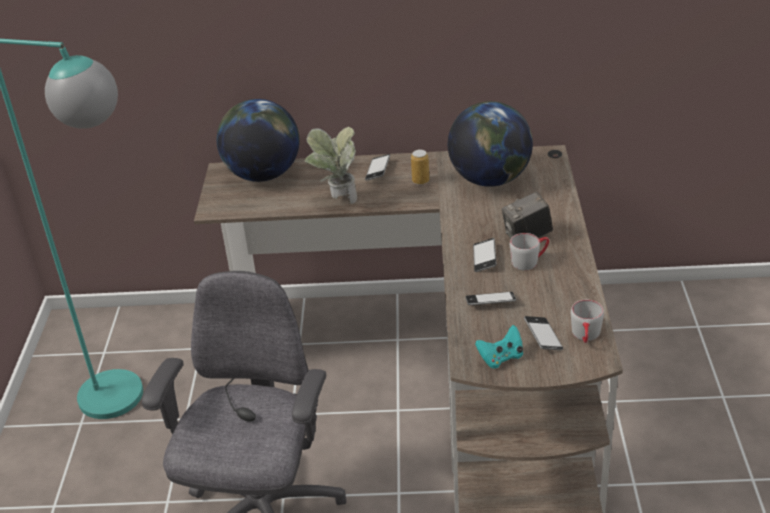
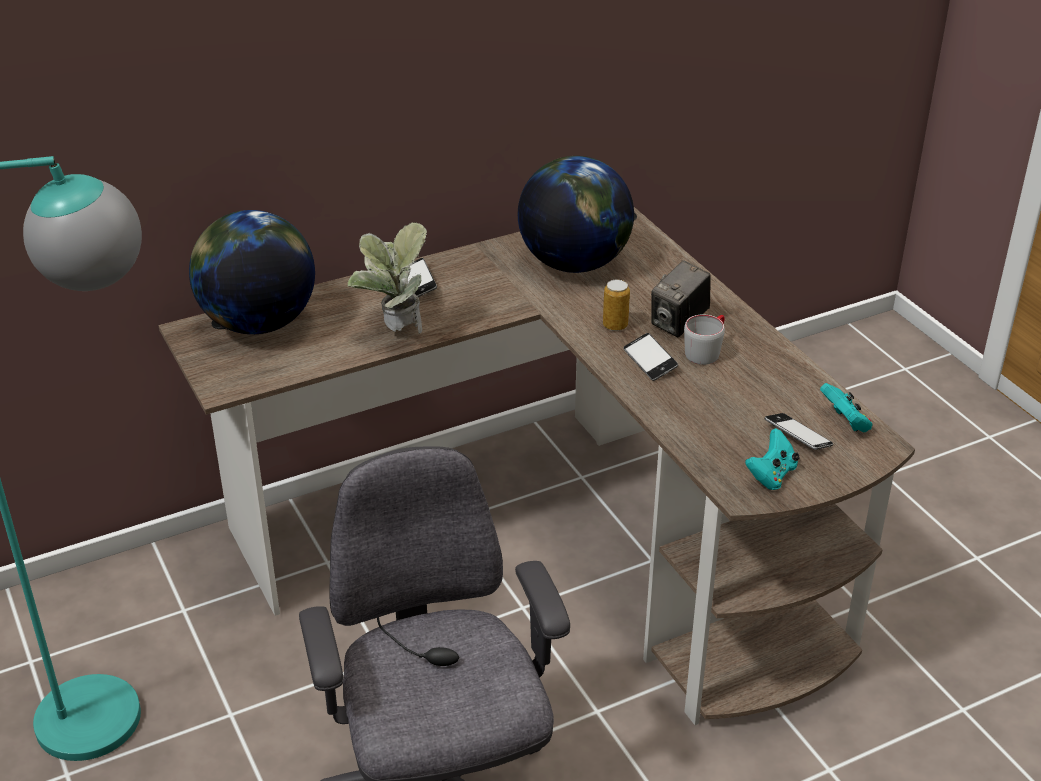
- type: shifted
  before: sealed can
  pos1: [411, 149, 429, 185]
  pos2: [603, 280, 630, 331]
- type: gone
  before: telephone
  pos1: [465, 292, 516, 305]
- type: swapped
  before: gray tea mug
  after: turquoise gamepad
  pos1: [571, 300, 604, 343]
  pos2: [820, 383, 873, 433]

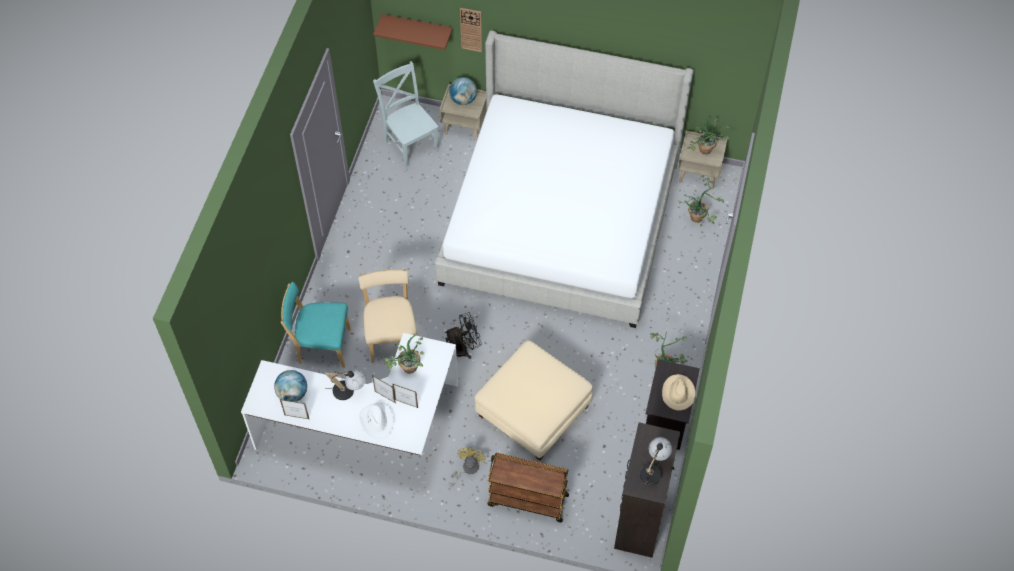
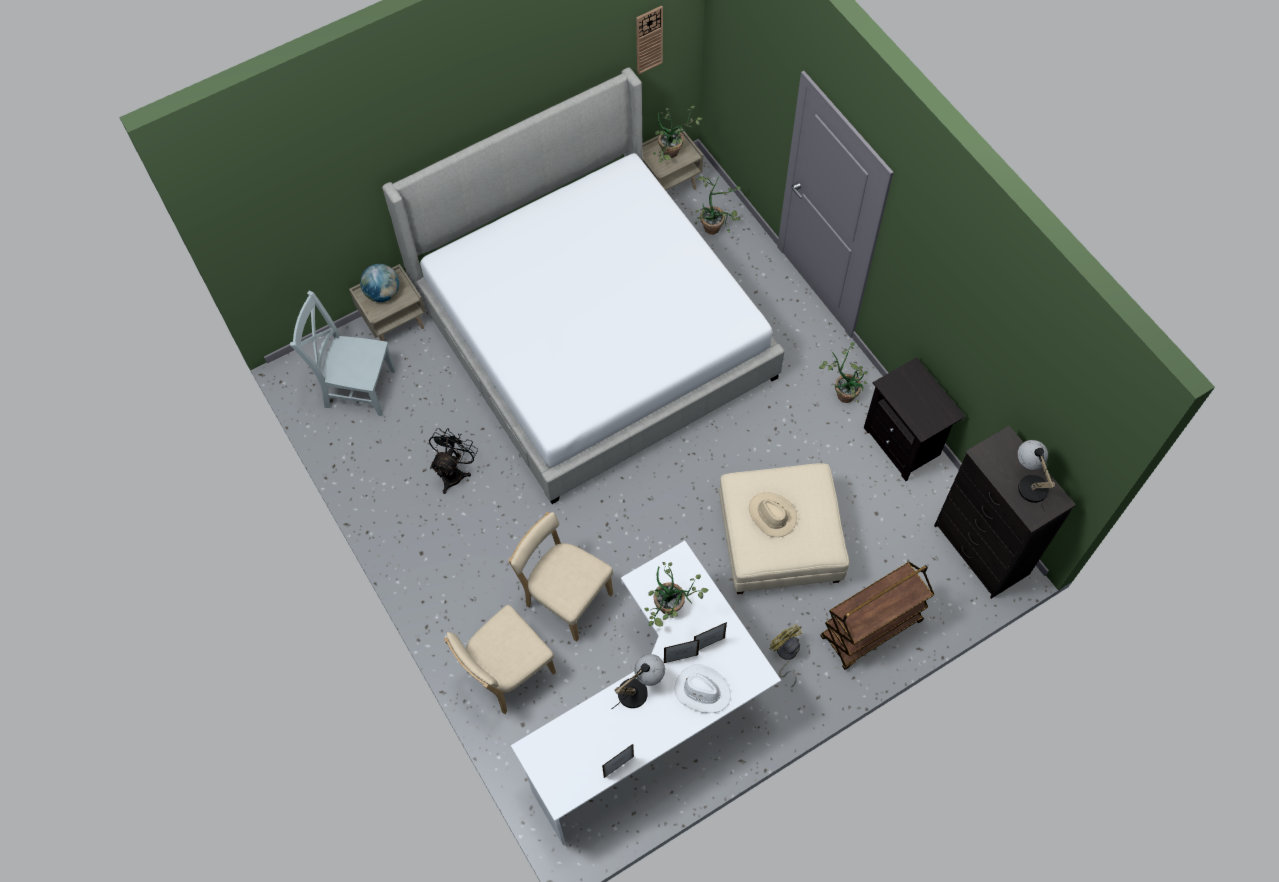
- type: shifted
  before: wall clock
  pos1: [460, 8, 482, 52]
  pos2: [636, 6, 663, 75]
- type: gone
  before: brown-coloured wall shelf
  pos1: [374, 14, 453, 50]
- type: repainted
  before: turquoise chair
  after: beige chair
  pos1: [281, 282, 351, 368]
  pos2: [444, 605, 556, 714]
- type: shifted
  before: black electric fan
  pos1: [445, 312, 481, 359]
  pos2: [429, 428, 478, 494]
- type: gone
  before: world globe
  pos1: [274, 370, 307, 402]
- type: shifted
  before: beige clothing hat
  pos1: [662, 374, 695, 411]
  pos2: [749, 492, 797, 537]

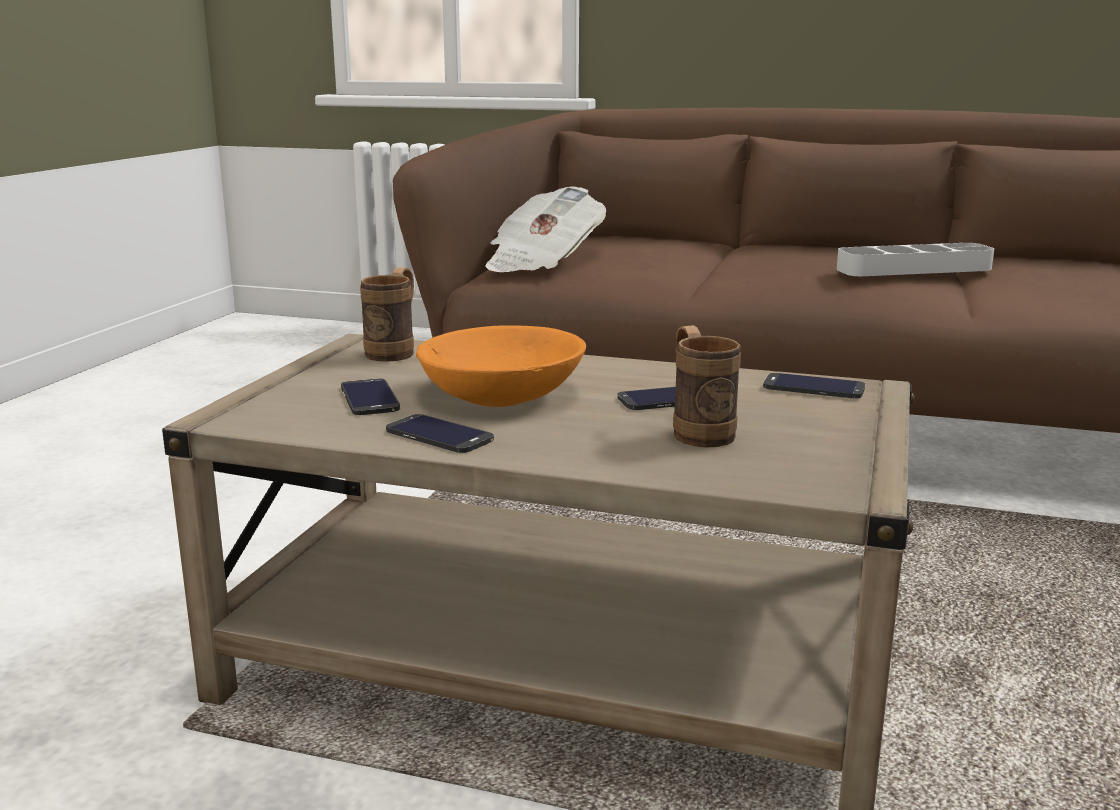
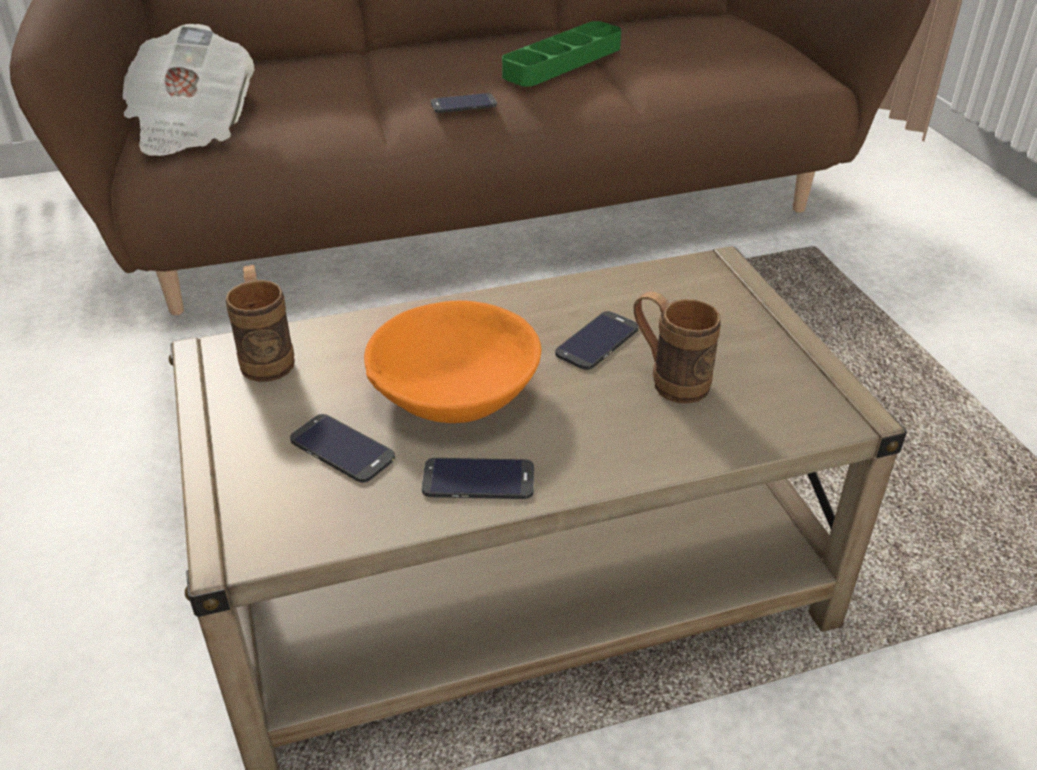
- type: repainted
  before: gray carrying tray
  after: green-coloured carrying tray
  pos1: [837, 243, 994, 276]
  pos2: [502, 21, 621, 86]
- type: shifted
  before: telephone
  pos1: [763, 373, 865, 398]
  pos2: [431, 93, 497, 113]

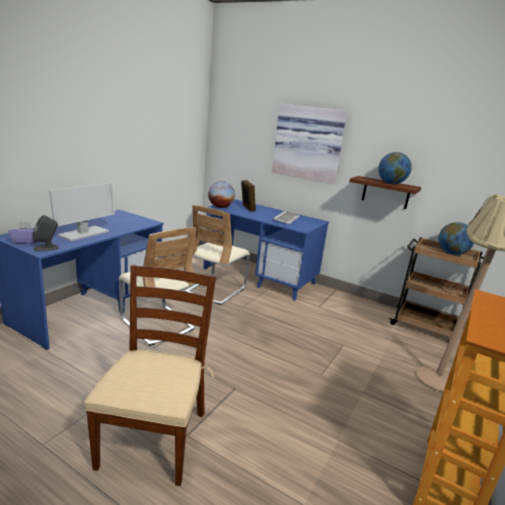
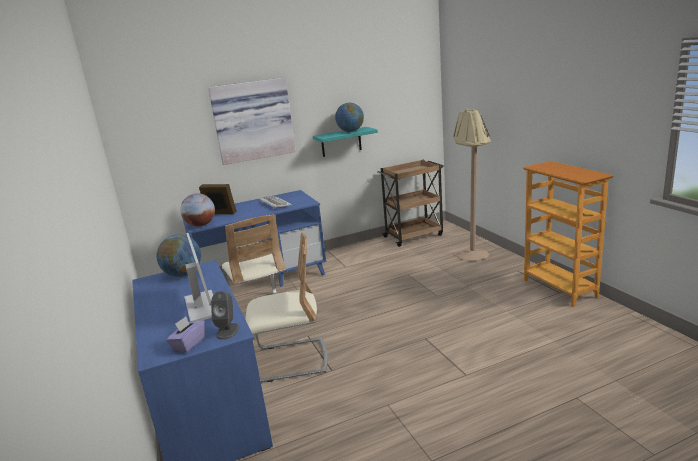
- type: repainted
  before: brown-coloured wall shelf
  after: turquoise wall shelf
  pos1: [349, 176, 421, 209]
  pos2: [313, 127, 378, 157]
- type: shifted
  before: world globe
  pos1: [438, 222, 474, 255]
  pos2: [156, 234, 201, 277]
- type: gone
  before: brown-coloured chair
  pos1: [84, 265, 216, 486]

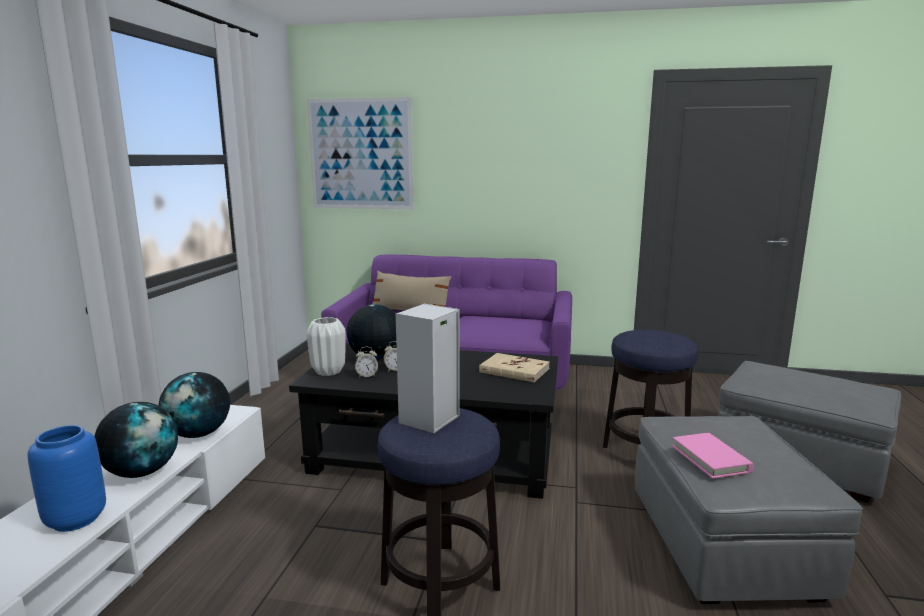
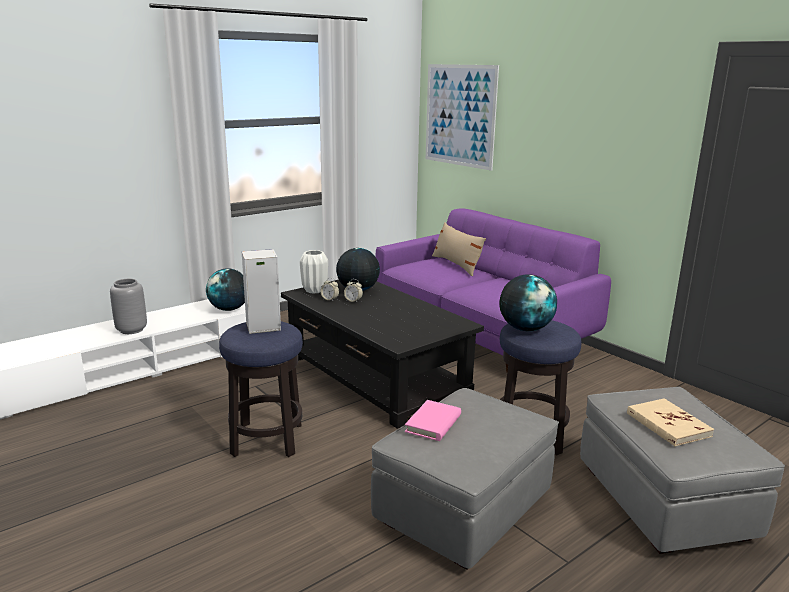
- type: shifted
  before: beige bound book
  pos1: [479, 353, 550, 383]
  pos2: [627, 398, 714, 446]
- type: shifted
  before: world globe
  pos1: [94, 402, 178, 478]
  pos2: [499, 274, 557, 331]
- type: repainted
  before: blue flower vase
  after: gray flower vase
  pos1: [27, 425, 106, 532]
  pos2: [110, 279, 147, 334]

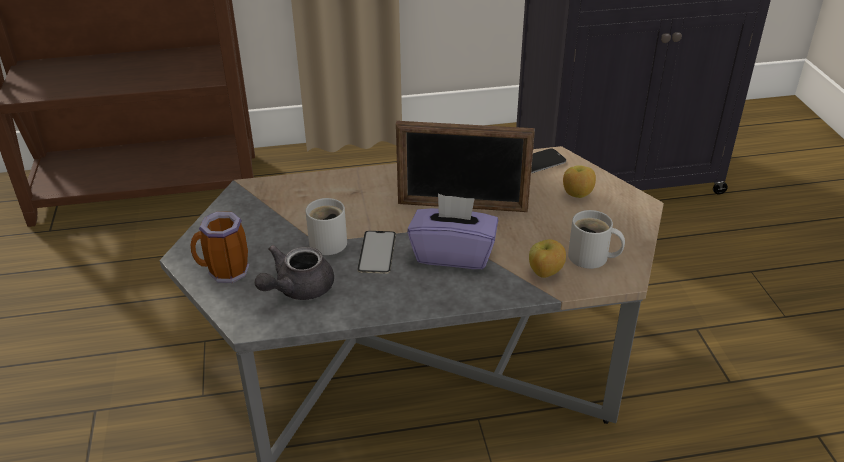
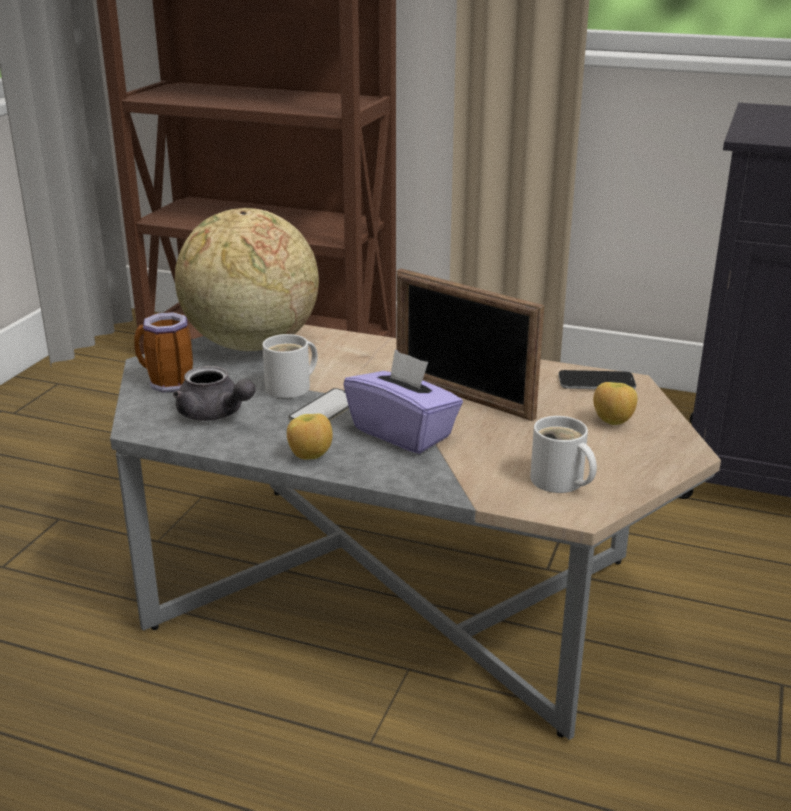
- type: shifted
  before: apple
  pos1: [529, 239, 566, 278]
  pos2: [287, 414, 333, 460]
- type: rotated
  before: gray tea pot
  pos1: [255, 245, 334, 300]
  pos2: [173, 366, 256, 421]
  turn: -120
- type: new
  after: world globe
  pos2: [175, 208, 319, 351]

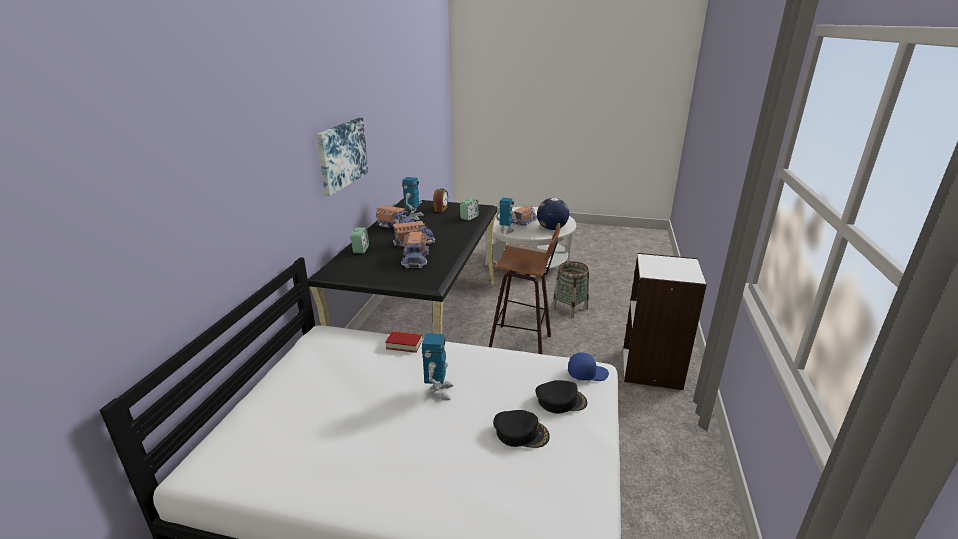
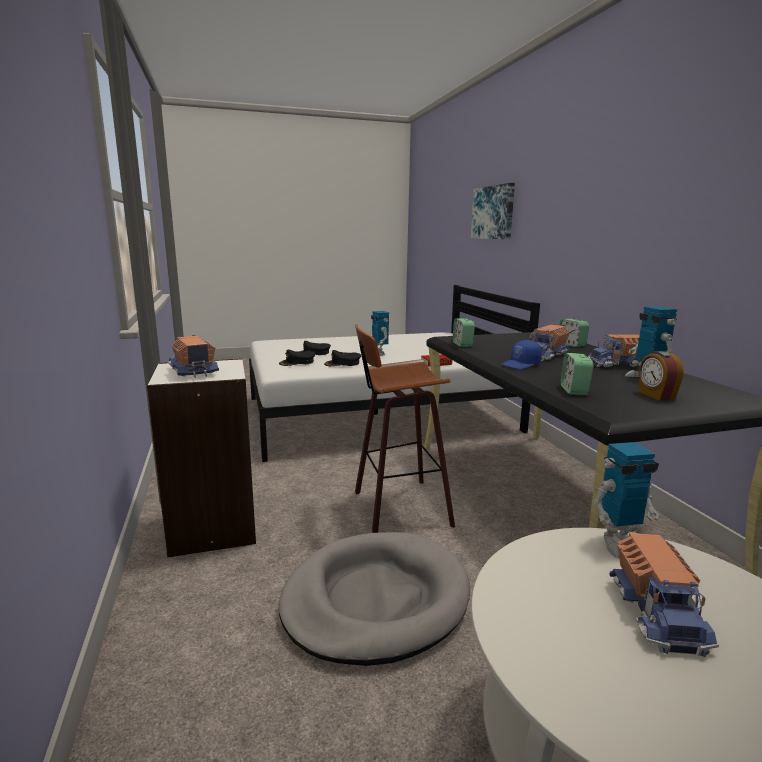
- type: shifted
  before: wall art
  pos1: [316, 118, 368, 196]
  pos2: [471, 183, 515, 239]
- type: gone
  before: world globe
  pos1: [537, 198, 569, 230]
- type: shifted
  before: toy truck
  pos1: [401, 232, 429, 268]
  pos2: [168, 335, 219, 378]
- type: swapped
  before: basket
  after: gray dog bed
  pos1: [552, 261, 589, 318]
  pos2: [279, 532, 470, 666]
- type: shifted
  before: blue cap
  pos1: [568, 352, 609, 381]
  pos2: [501, 340, 542, 369]
- type: new
  after: bedside clock
  pos2: [452, 318, 475, 347]
- type: new
  after: black cap
  pos2: [324, 350, 361, 366]

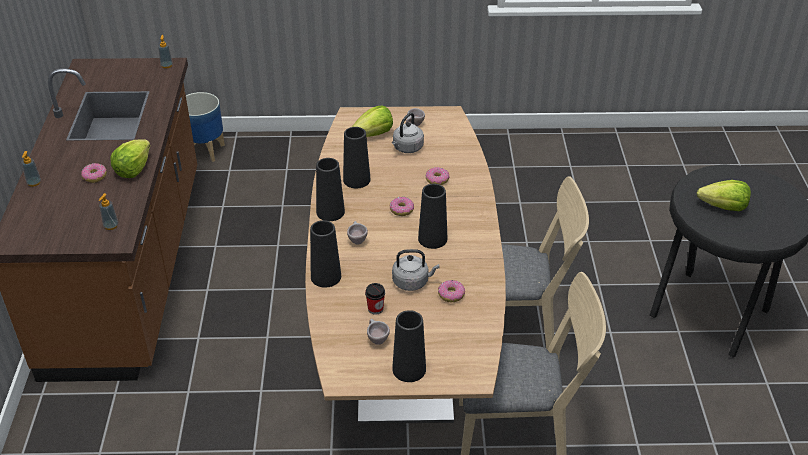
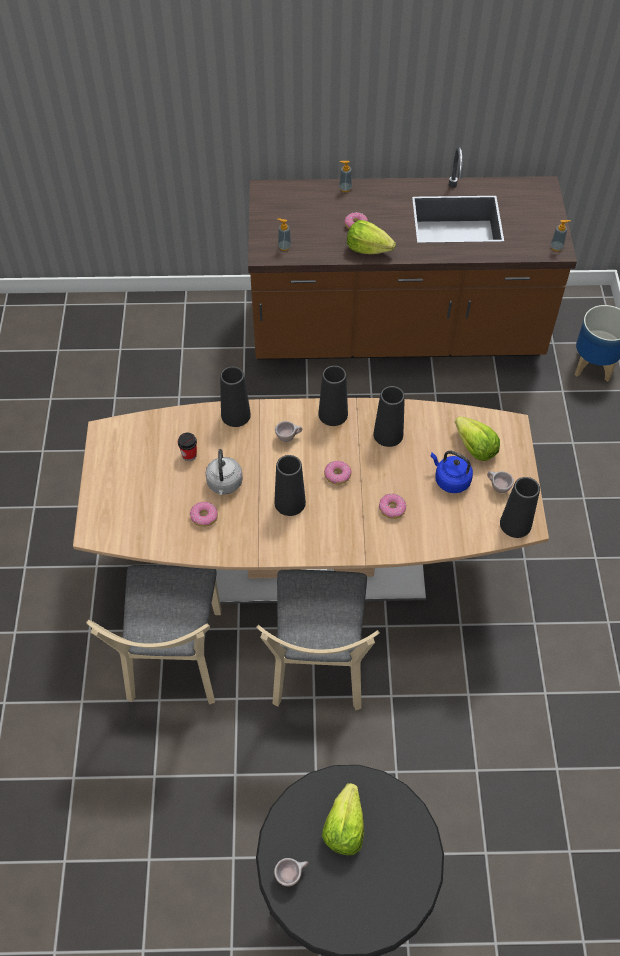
- type: repainted
  before: gray tea kettle
  after: blue tea kettle
  pos1: [392, 112, 424, 153]
  pos2: [431, 451, 473, 493]
- type: shifted
  before: black flower vase
  pos1: [392, 310, 426, 382]
  pos2: [500, 477, 540, 538]
- type: shifted
  before: beige small cup
  pos1: [367, 319, 390, 345]
  pos2: [274, 858, 308, 886]

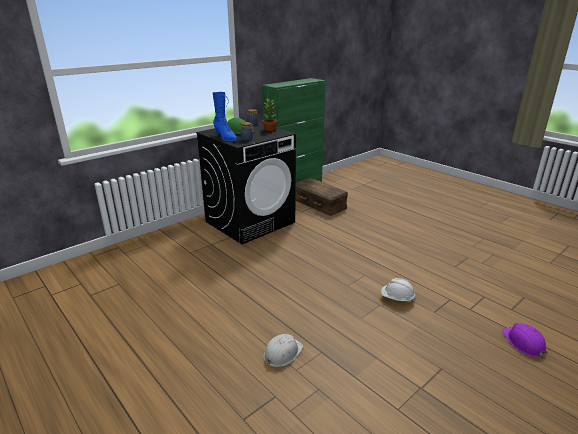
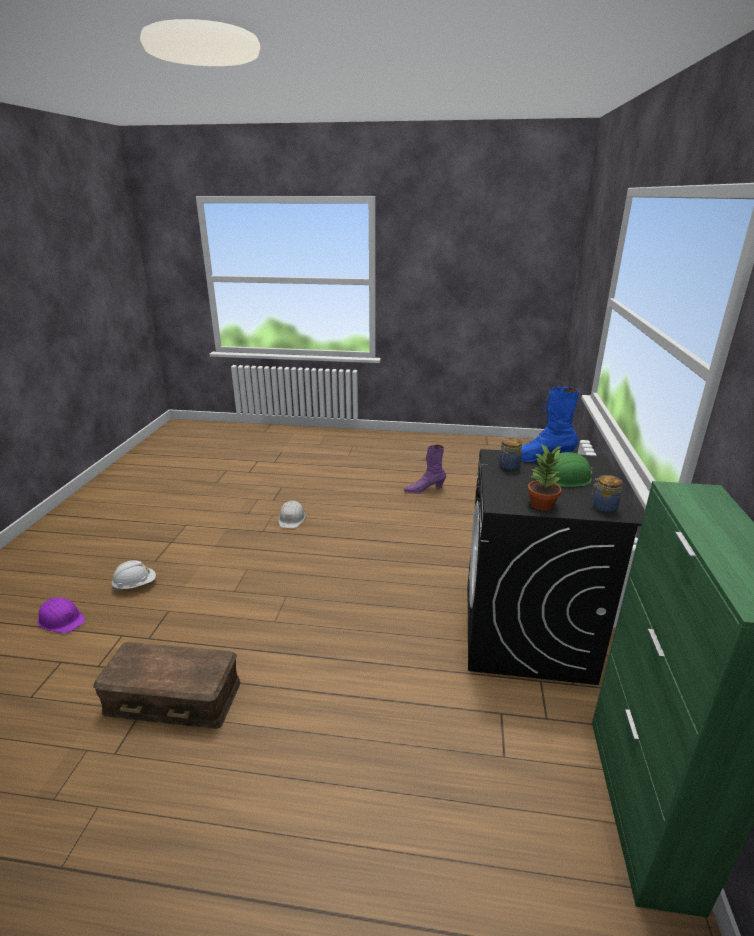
- type: shifted
  before: brown-coloured storage container
  pos1: [295, 178, 348, 216]
  pos2: [93, 642, 240, 729]
- type: shifted
  before: white work helmet
  pos1: [381, 278, 415, 302]
  pos2: [112, 560, 156, 591]
- type: new
  after: purple high-top boot
  pos2: [404, 444, 446, 494]

